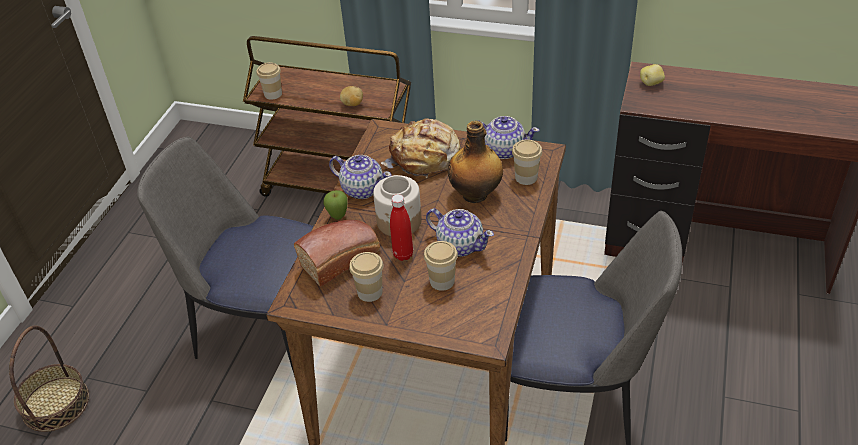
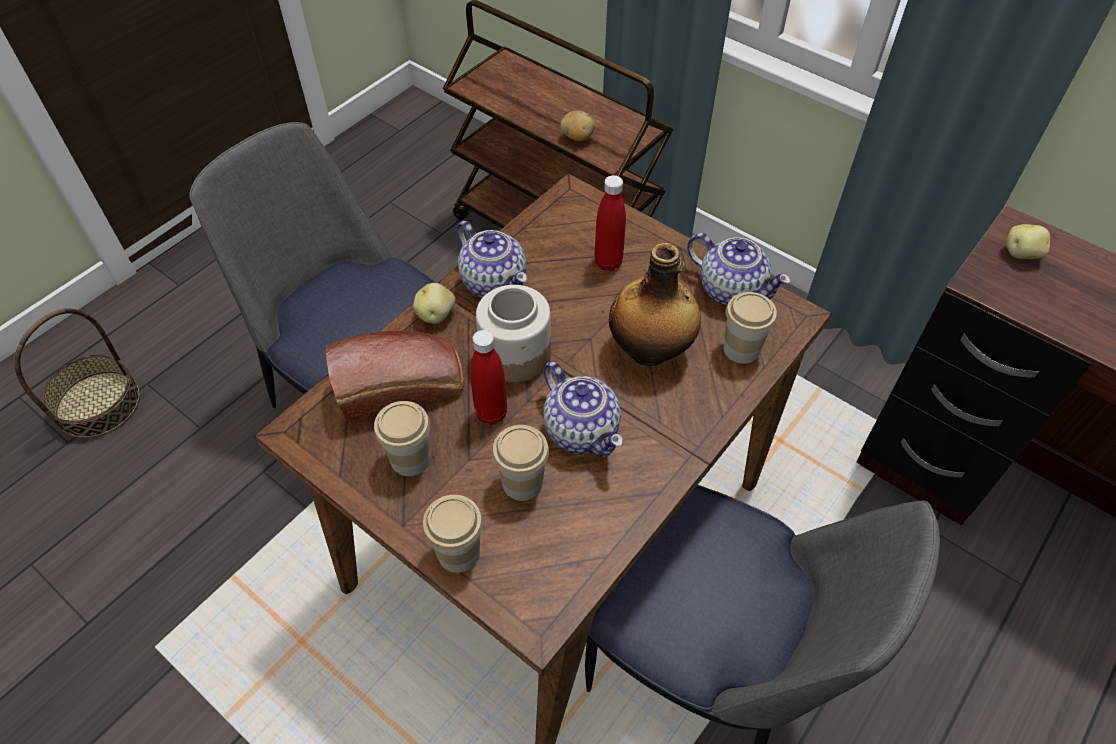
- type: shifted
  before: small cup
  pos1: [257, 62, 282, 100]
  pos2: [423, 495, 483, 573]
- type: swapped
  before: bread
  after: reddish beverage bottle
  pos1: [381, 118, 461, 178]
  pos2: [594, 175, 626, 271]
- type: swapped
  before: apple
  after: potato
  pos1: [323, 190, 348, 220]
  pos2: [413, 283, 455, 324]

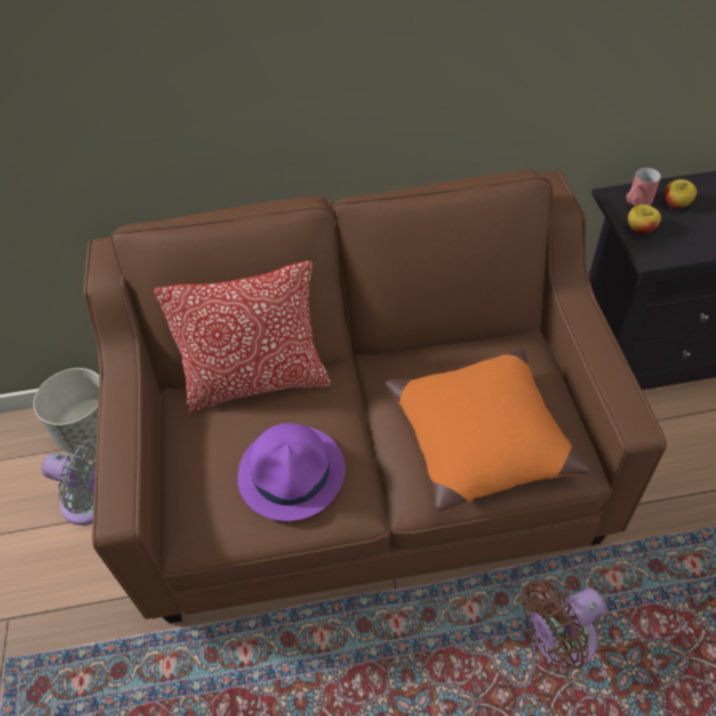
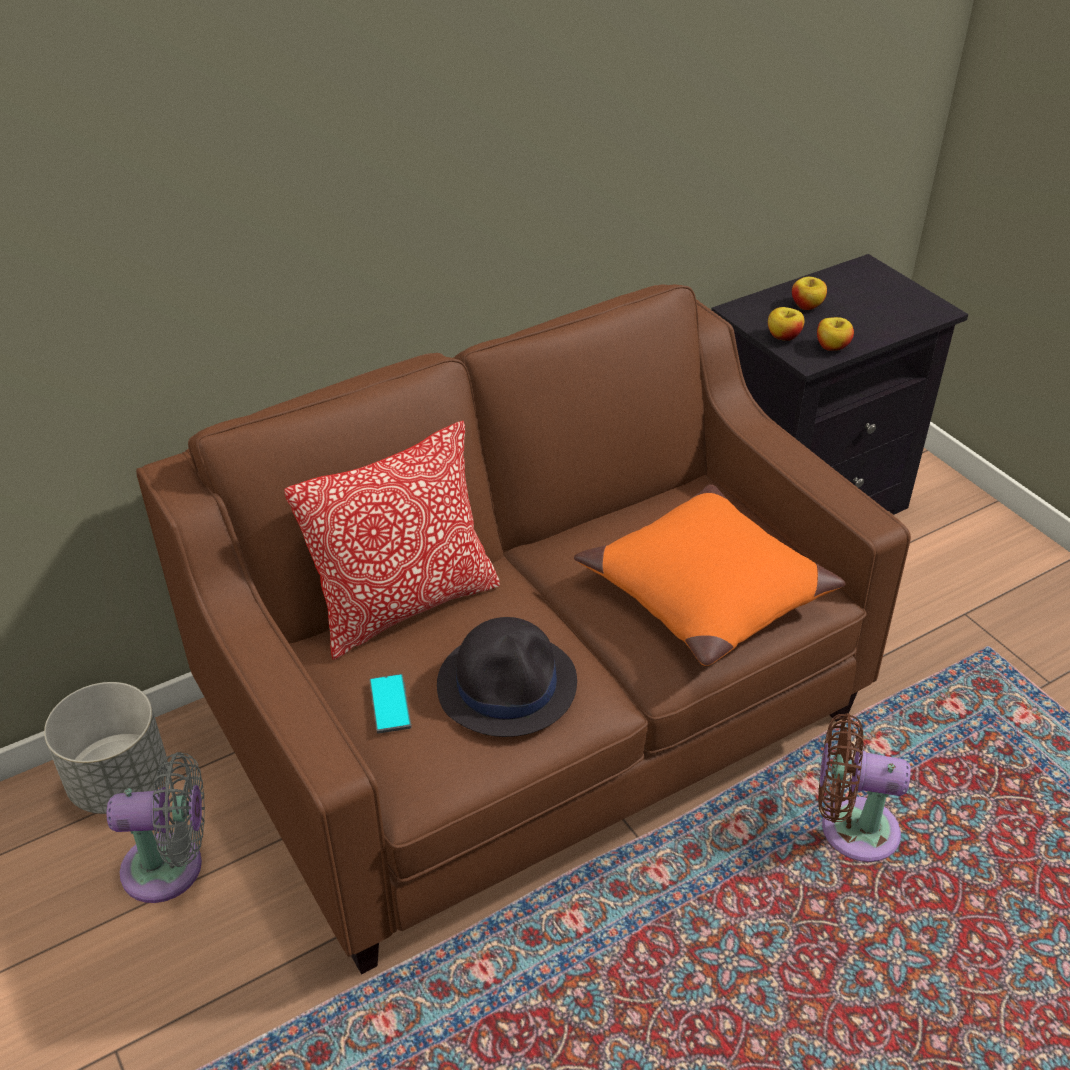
- type: gone
  before: reddish tea mug
  pos1: [626, 168, 661, 206]
- type: repainted
  before: purple clothing hat
  after: black clothing hat
  pos1: [238, 423, 345, 521]
  pos2: [437, 617, 577, 737]
- type: rotated
  before: brown-coloured electric fan
  pos1: [522, 580, 607, 670]
  pos2: [818, 713, 911, 862]
  turn: 60
- type: new
  after: apple
  pos2: [817, 317, 854, 351]
- type: new
  after: telephone
  pos2: [369, 674, 411, 734]

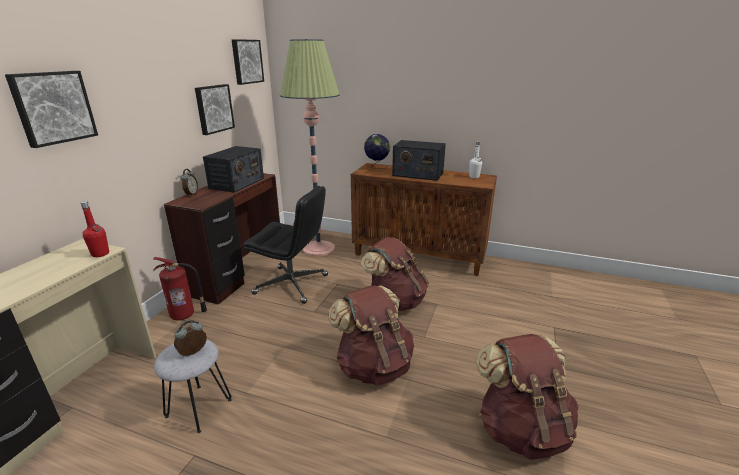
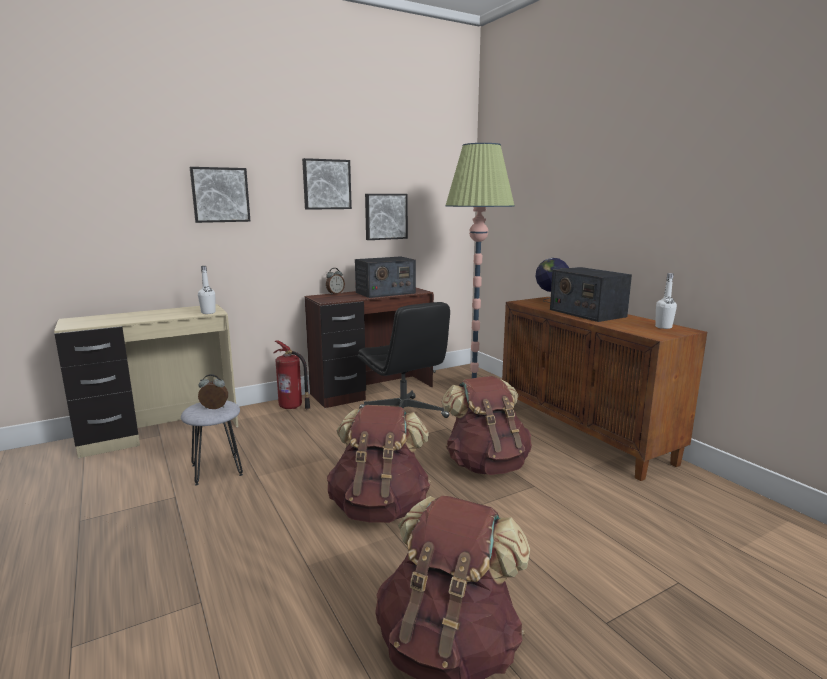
- type: shifted
  before: wall art
  pos1: [232, 39, 264, 85]
  pos2: [302, 158, 352, 210]
- type: repainted
  before: reddish beverage bottle
  after: white beverage bottle
  pos1: [81, 201, 109, 257]
  pos2: [198, 266, 216, 314]

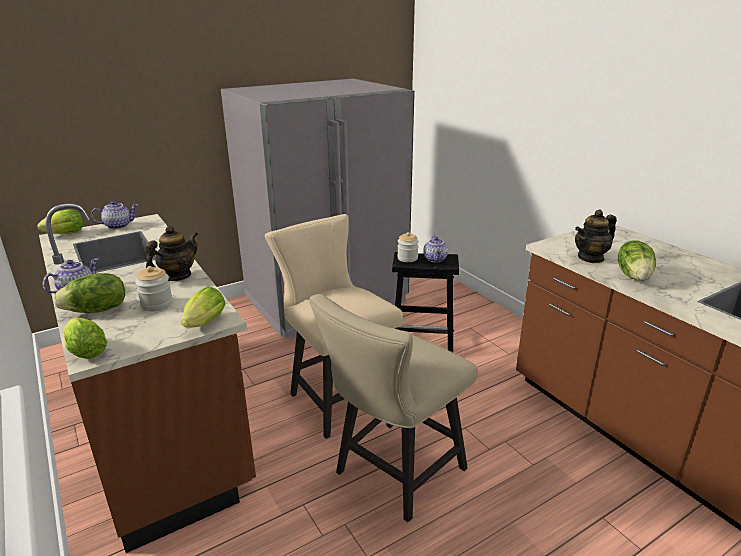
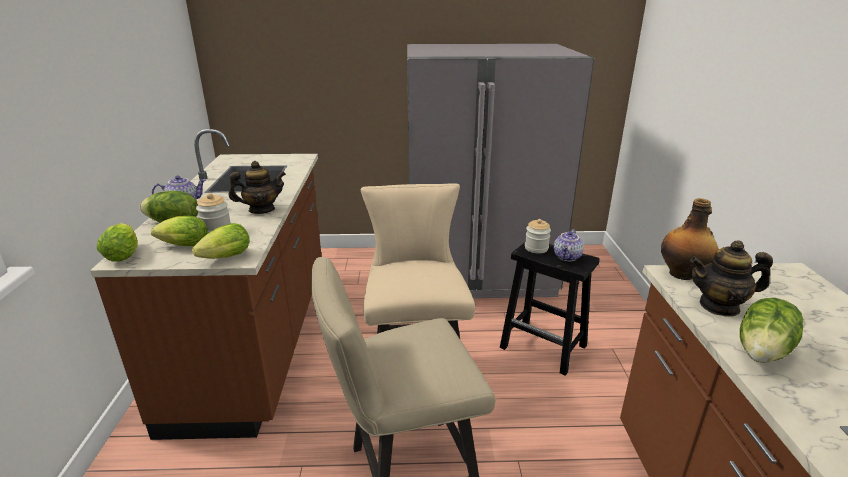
- type: gone
  before: tea pot
  pos1: [91, 201, 138, 229]
- type: shifted
  before: lettuce head
  pos1: [37, 209, 83, 234]
  pos2: [151, 216, 208, 246]
- type: new
  after: beverage bottle
  pos2: [661, 198, 718, 280]

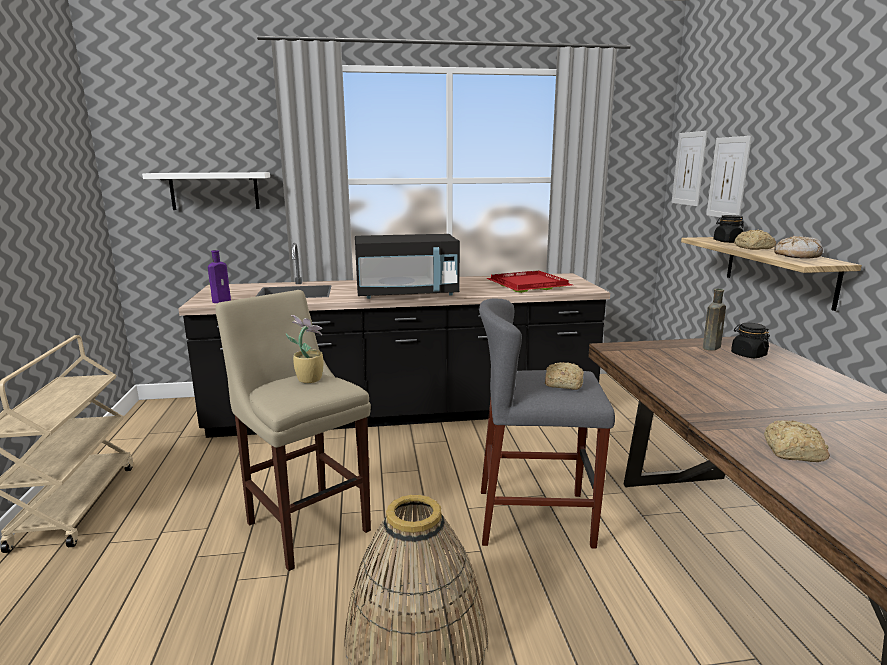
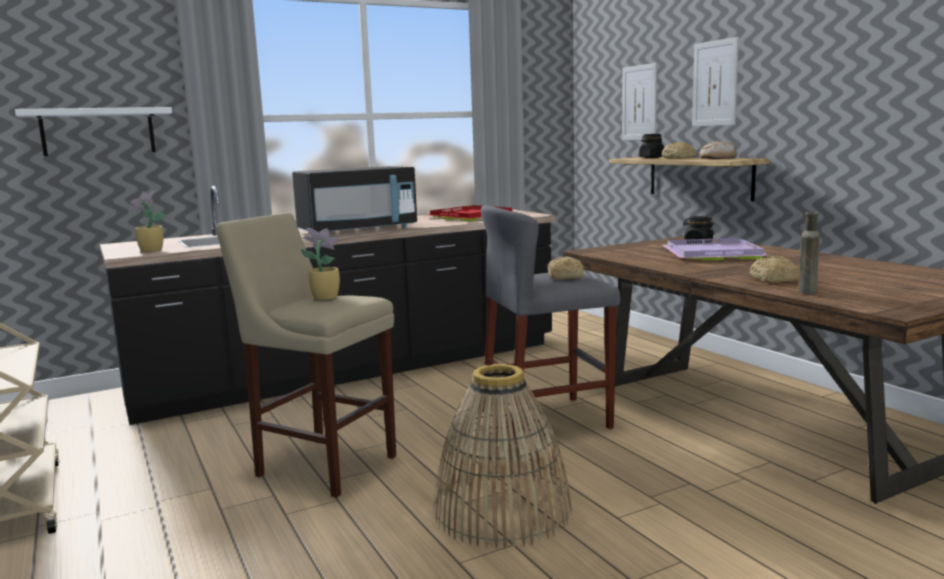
- type: shifted
  before: wall art
  pos1: [671, 131, 708, 206]
  pos2: [692, 37, 739, 127]
- type: swapped
  before: purple beverage bottle
  after: plant in a pot
  pos1: [208, 250, 231, 303]
  pos2: [129, 191, 166, 252]
- type: shifted
  before: brown-coloured beverage bottle
  pos1: [703, 289, 726, 351]
  pos2: [799, 212, 820, 294]
- type: new
  after: purple carrying tray
  pos2: [662, 238, 771, 260]

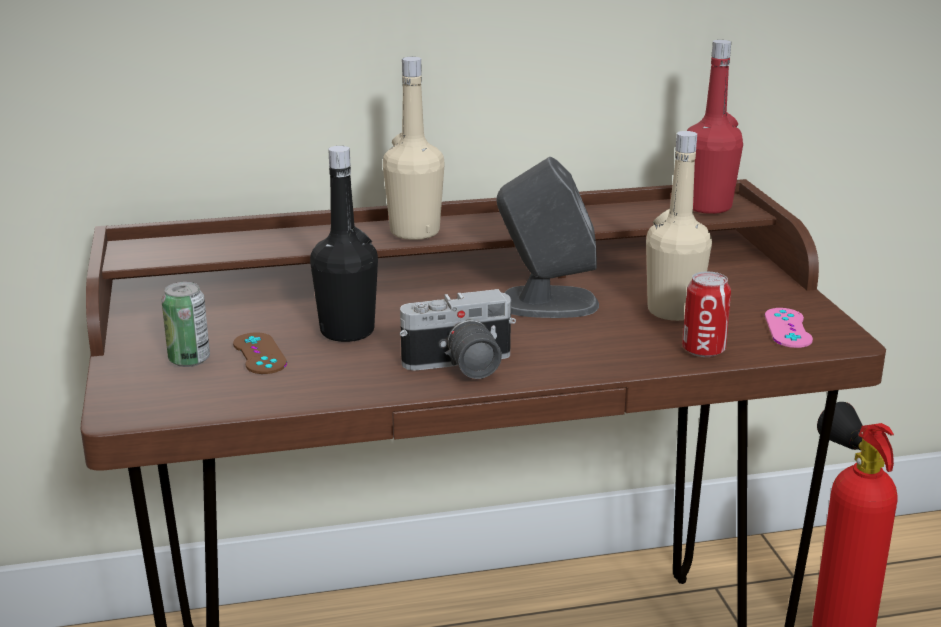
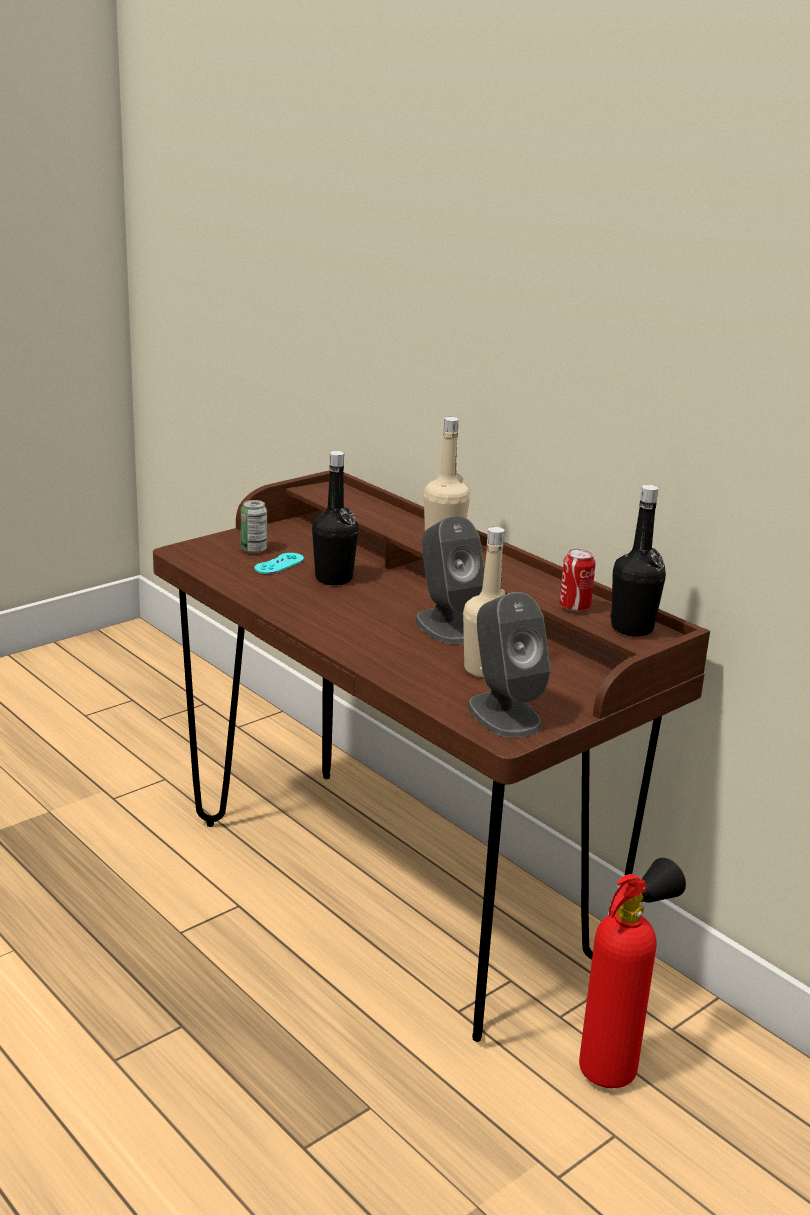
- type: repainted
  before: reddish beverage bottle
  after: black beverage bottle
  pos1: [687, 40, 743, 214]
  pos2: [611, 485, 666, 636]
- type: shifted
  before: sealed can
  pos1: [682, 272, 731, 357]
  pos2: [559, 548, 596, 612]
- type: gone
  before: still camera
  pos1: [400, 289, 516, 379]
- type: swapped
  before: pink gamepad
  after: gray audio speaker
  pos1: [765, 308, 813, 348]
  pos2: [467, 592, 551, 738]
- type: repainted
  before: brown-coloured gamepad
  after: turquoise gamepad
  pos1: [233, 332, 287, 374]
  pos2: [254, 553, 304, 574]

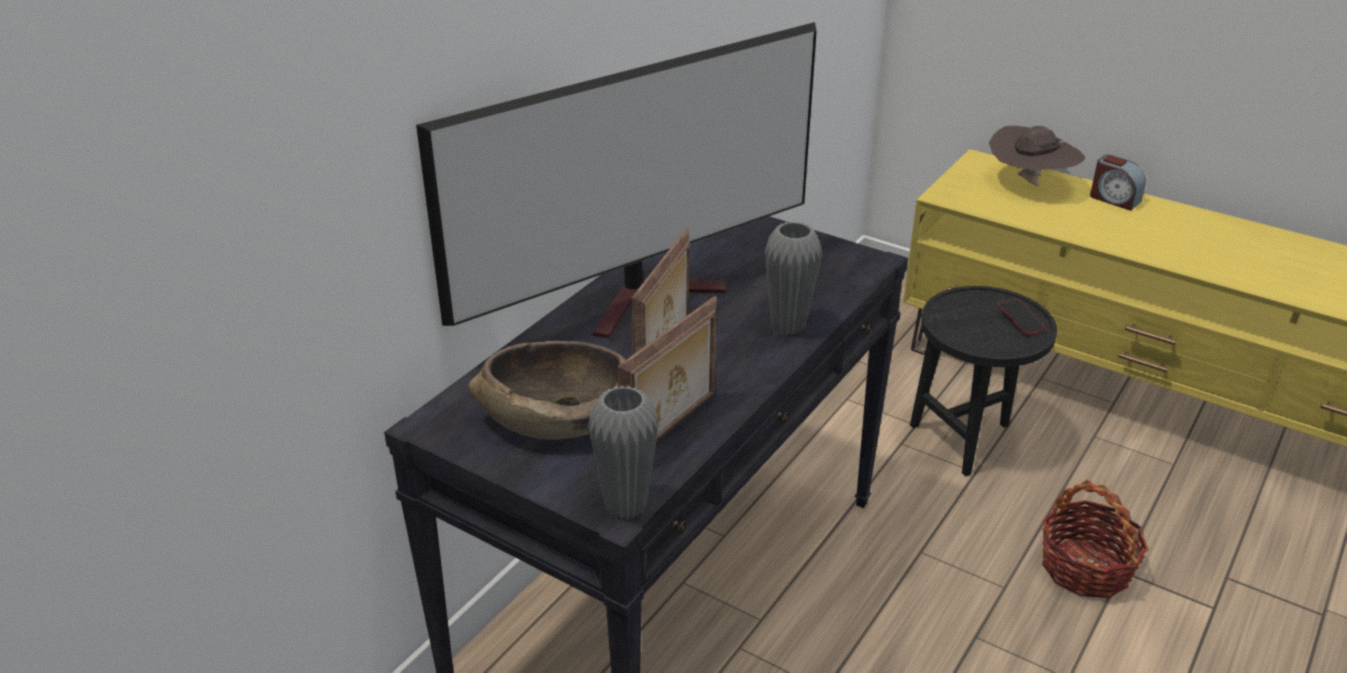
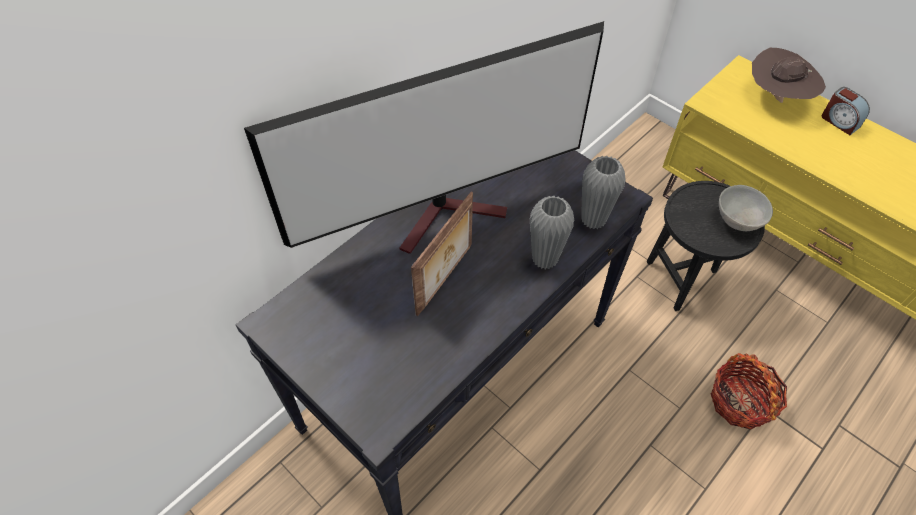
- type: gone
  before: photo frame
  pos1: [617, 296, 717, 442]
- type: swapped
  before: telephone
  after: gray serving bowl
  pos1: [998, 299, 1045, 335]
  pos2: [719, 185, 773, 231]
- type: gone
  before: brown-coloured serving bowl
  pos1: [468, 341, 625, 440]
- type: shifted
  before: gray flower vase
  pos1: [588, 386, 659, 519]
  pos2: [581, 156, 626, 229]

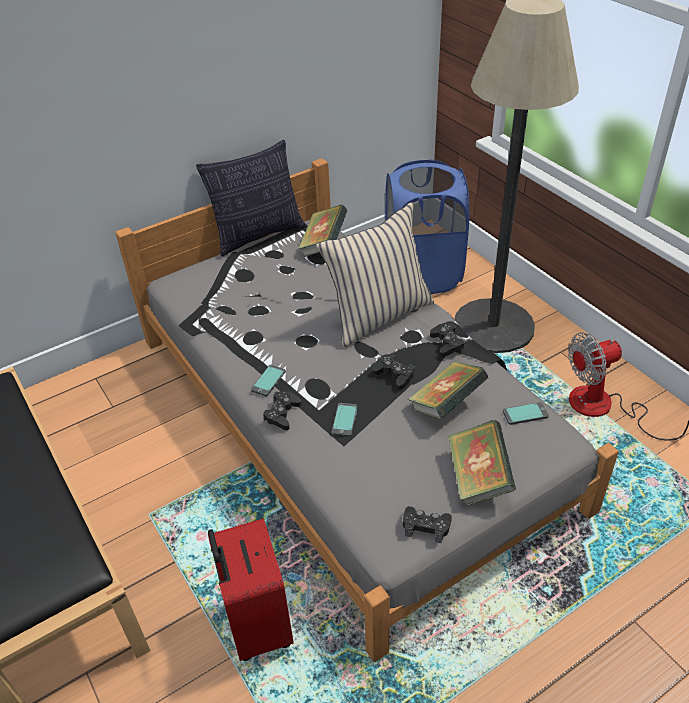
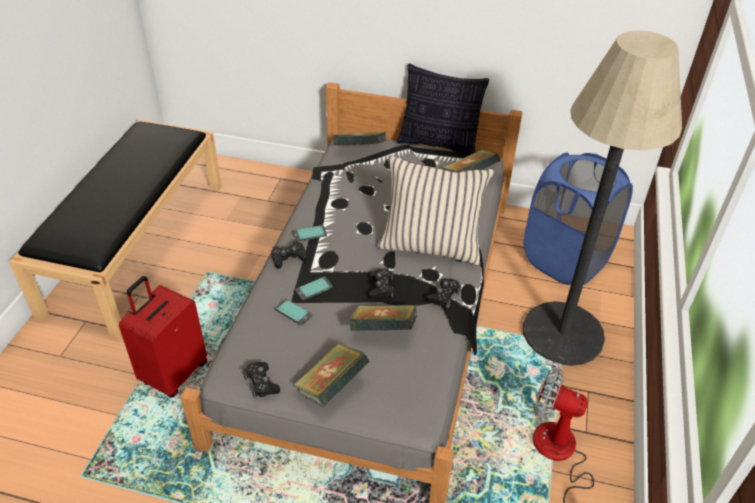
- type: shifted
  before: telephone
  pos1: [503, 402, 549, 425]
  pos2: [275, 299, 312, 326]
- type: new
  after: bound book
  pos2: [333, 132, 386, 145]

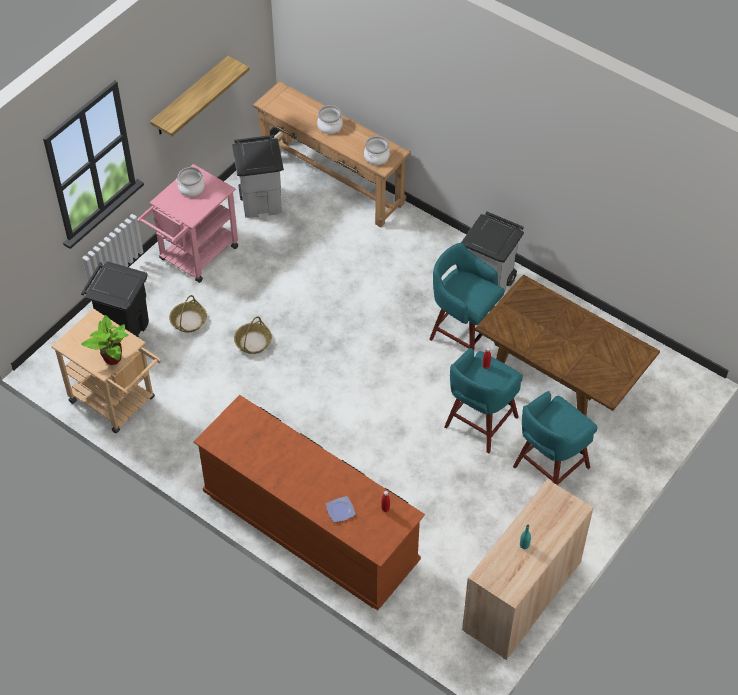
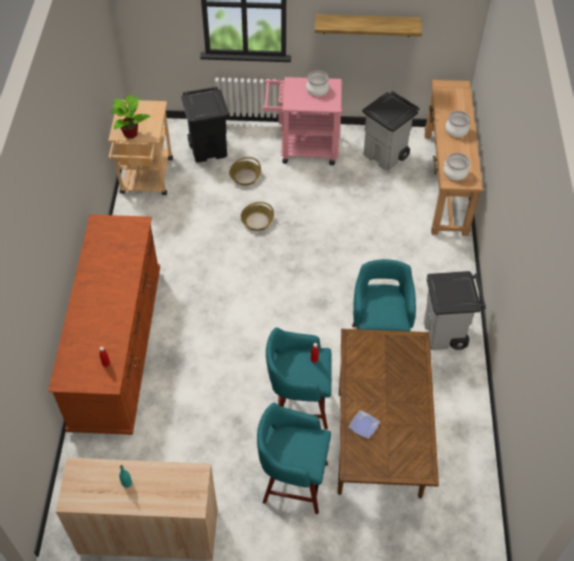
- type: shifted
  before: plate
  pos1: [326, 496, 356, 523]
  pos2: [349, 410, 380, 439]

